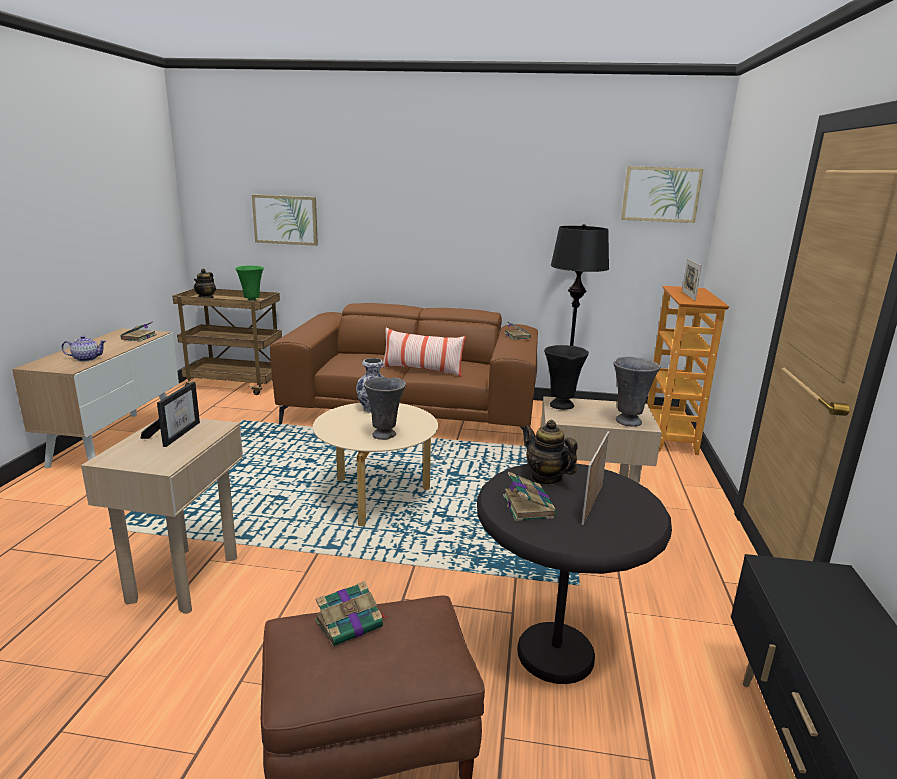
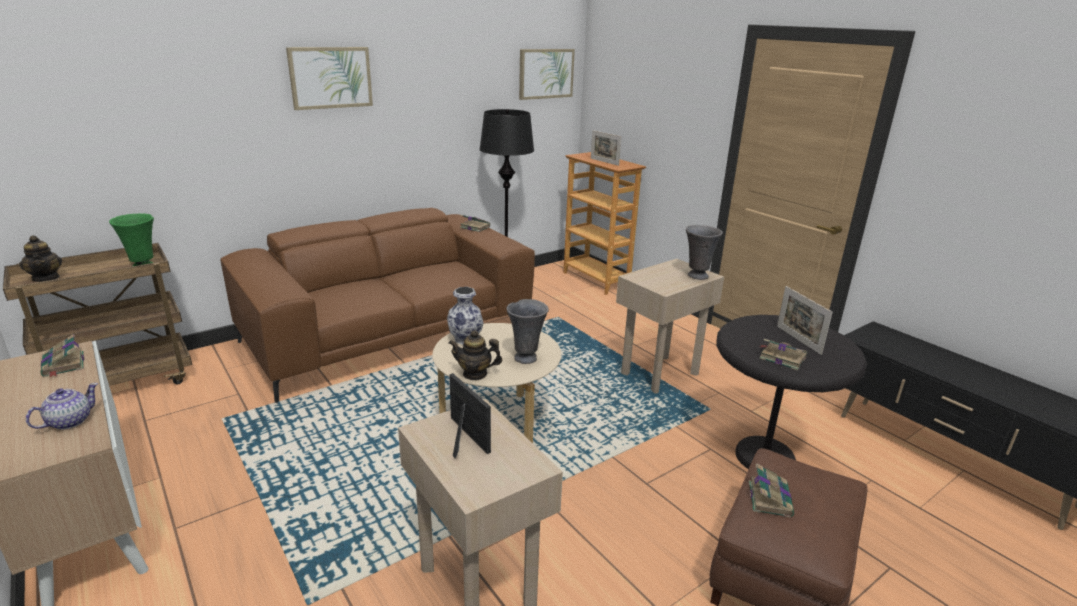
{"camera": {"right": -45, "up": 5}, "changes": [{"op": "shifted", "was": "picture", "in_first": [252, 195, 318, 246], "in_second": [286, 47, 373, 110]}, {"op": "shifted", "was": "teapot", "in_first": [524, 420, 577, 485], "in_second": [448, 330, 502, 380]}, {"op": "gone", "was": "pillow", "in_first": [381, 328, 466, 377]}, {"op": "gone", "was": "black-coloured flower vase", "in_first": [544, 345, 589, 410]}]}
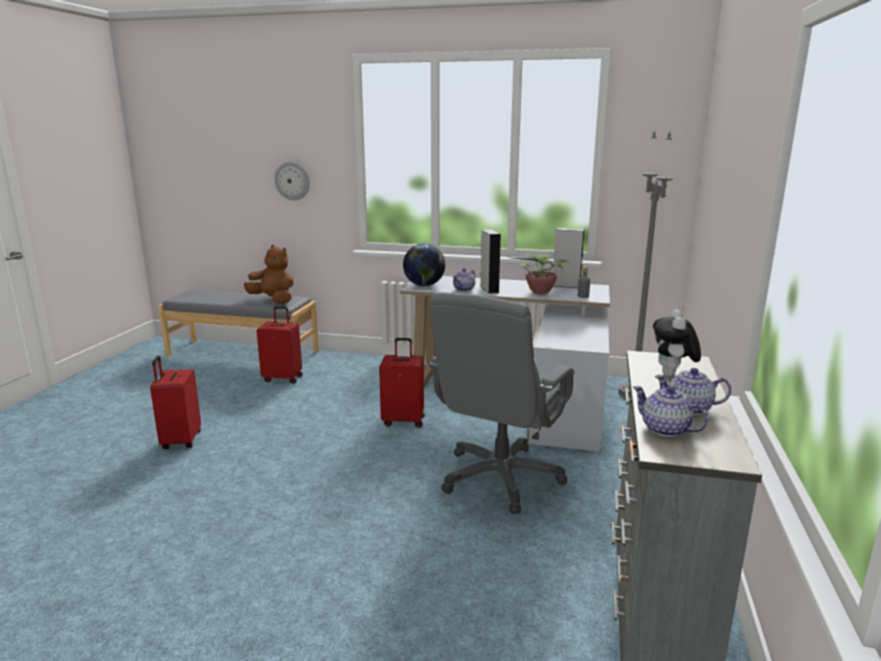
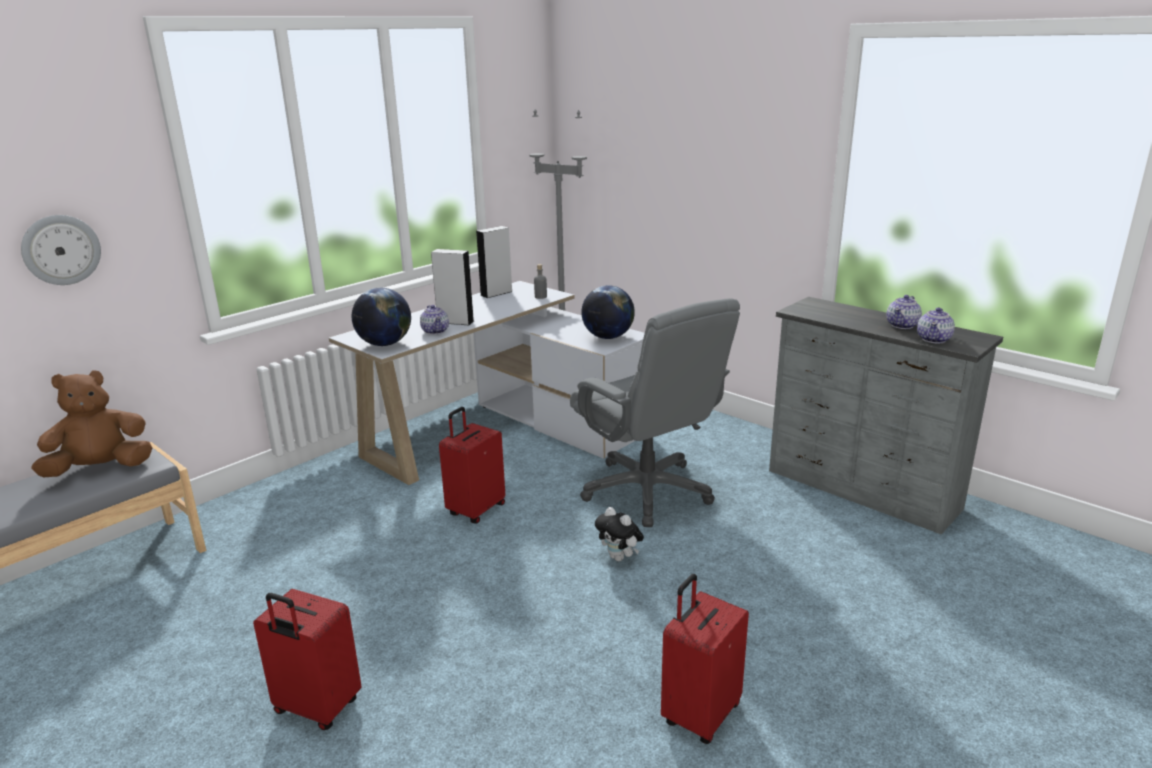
{"camera": {"right": -60, "up": 5}, "changes": [{"op": "new", "now": "globe", "in_second": [581, 285, 635, 339]}, {"op": "shifted", "was": "cuddly toy", "in_first": [653, 310, 701, 376], "in_second": [595, 507, 644, 562]}, {"op": "shifted", "was": "red piece of luggage", "in_first": [257, 306, 303, 384], "in_second": [661, 574, 749, 744]}, {"op": "rotated", "was": "teapot", "in_first": [633, 386, 708, 437], "in_second": [917, 307, 955, 343], "clockwise": -45}, {"op": "gone", "was": "potted plant", "in_first": [513, 254, 569, 294]}]}
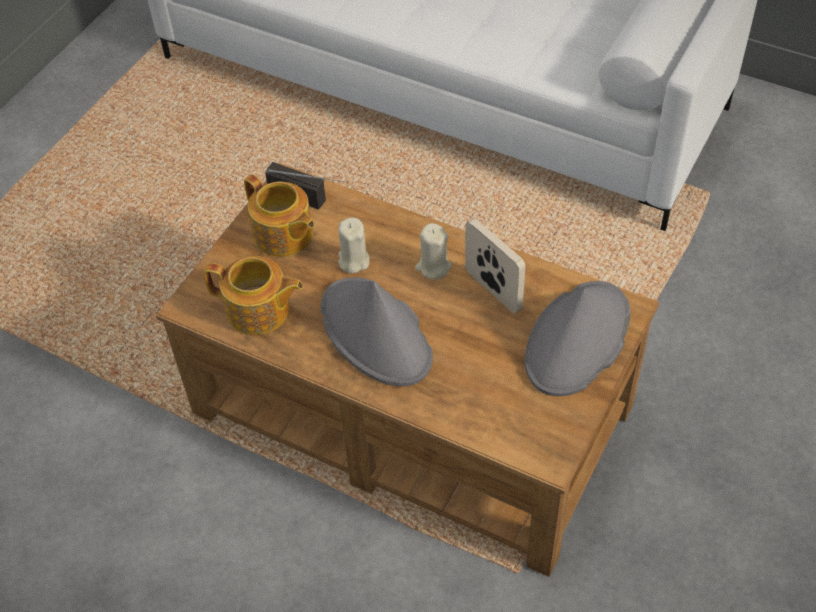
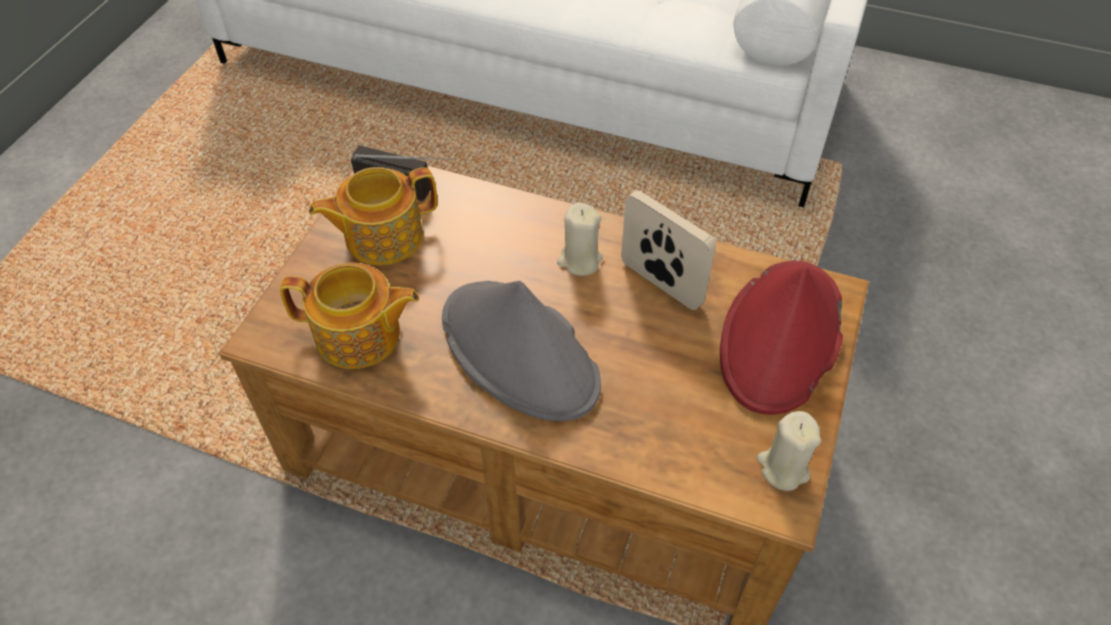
{"camera": {"right": -10, "up": 0}, "changes": [{"op": "rotated", "was": "teapot", "in_first": [244, 174, 315, 257], "in_second": [309, 167, 438, 265], "clockwise": 120}, {"op": "repainted", "was": "grey clothing hat", "now": "red clothing hat", "in_first": [525, 281, 631, 396], "in_second": [720, 260, 843, 415]}, {"op": "shifted", "was": "beige candle", "in_first": [338, 218, 369, 273], "in_second": [757, 411, 821, 491]}]}
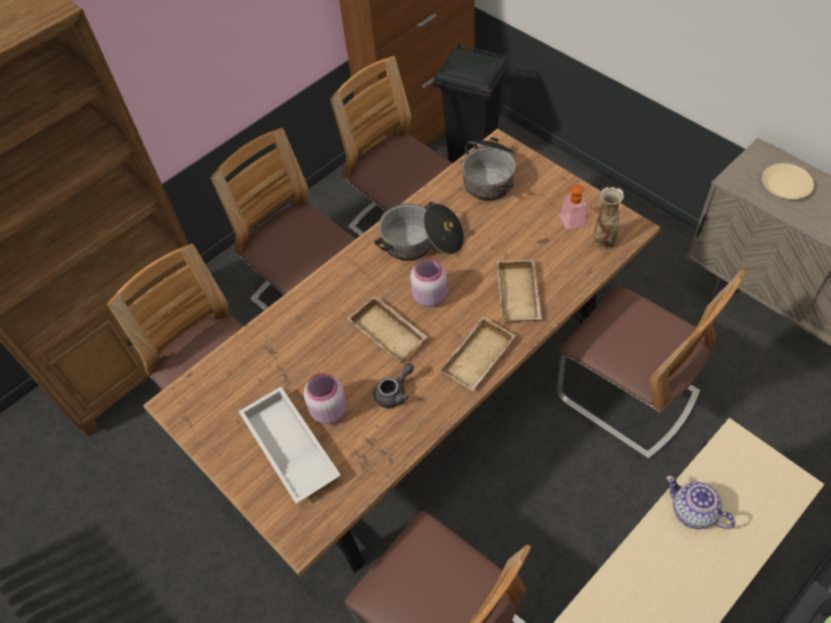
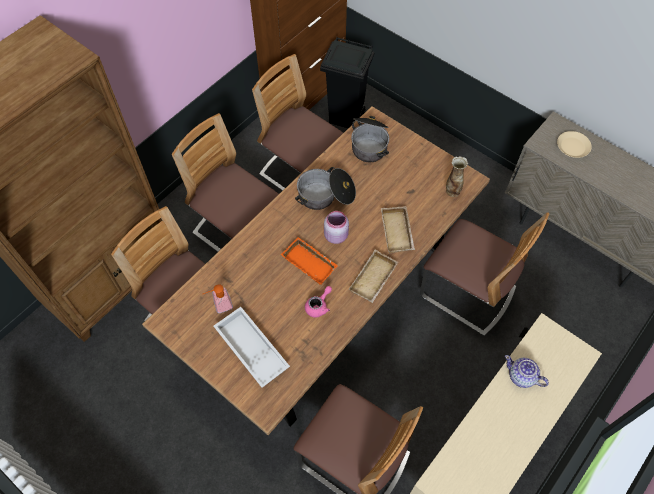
{"camera": {"right": -10, "up": 5}, "changes": [{"op": "shifted", "was": "soap bottle", "in_first": [557, 185, 586, 230], "in_second": [203, 284, 233, 313]}, {"op": "repainted", "was": "beige serving tray", "now": "orangey serving tray", "in_first": [348, 295, 428, 363], "in_second": [281, 237, 338, 285]}, {"op": "repainted", "was": "grey teapot", "now": "pinkish teapot", "in_first": [373, 363, 414, 408], "in_second": [305, 286, 332, 317]}, {"op": "gone", "was": "pinkish preserve jar", "in_first": [304, 373, 347, 424]}]}
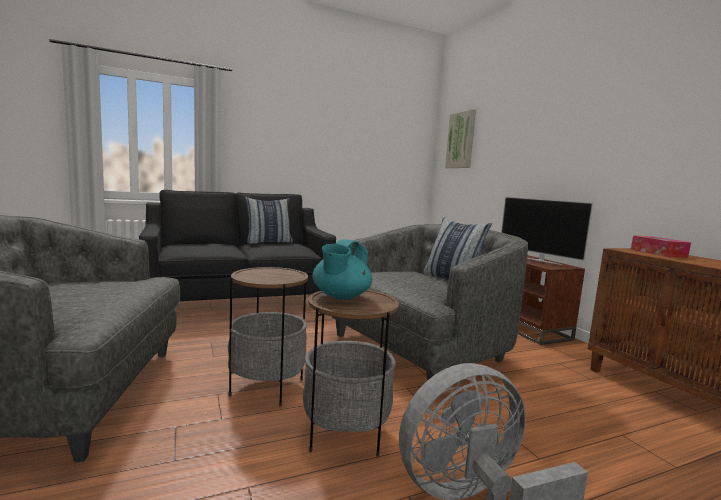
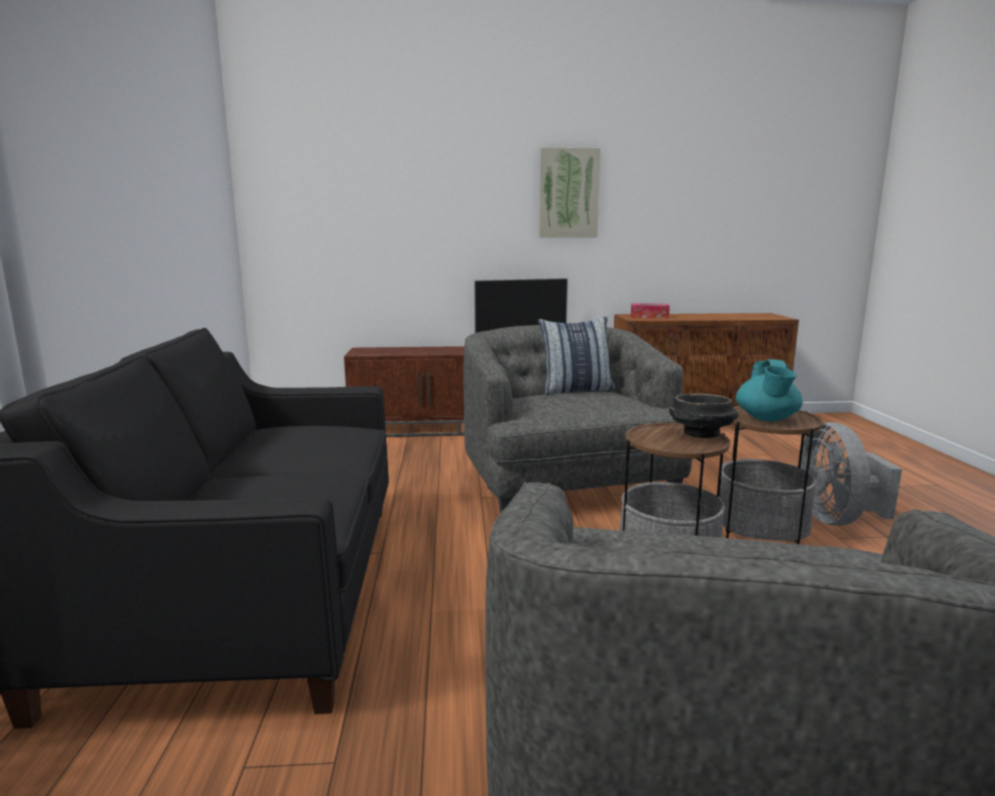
{"camera": {"right": -70, "up": 5}, "changes": [{"op": "shifted", "was": "picture", "in_first": [445, 109, 476, 168], "in_second": [539, 147, 601, 238]}, {"op": "new", "now": "black-coloured bowl", "in_second": [669, 393, 738, 438]}, {"op": "rotated", "was": "turquoise-coloured teapot", "in_first": [312, 239, 372, 300], "in_second": [736, 359, 803, 421], "clockwise": 60}, {"op": "gone", "was": "pillow", "in_first": [244, 197, 293, 244]}]}
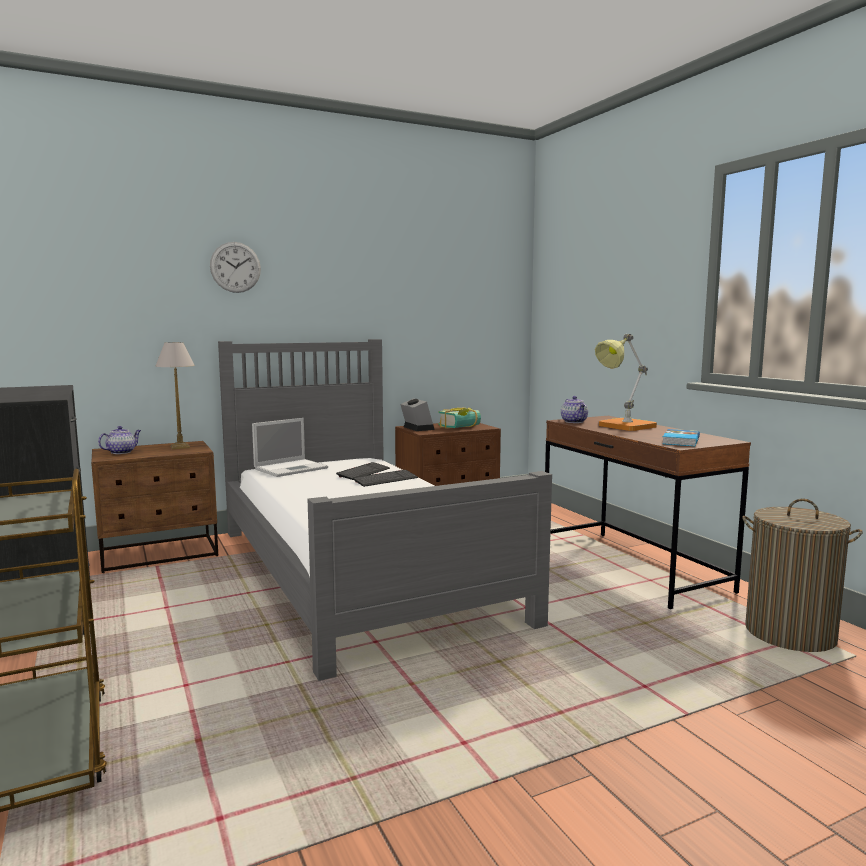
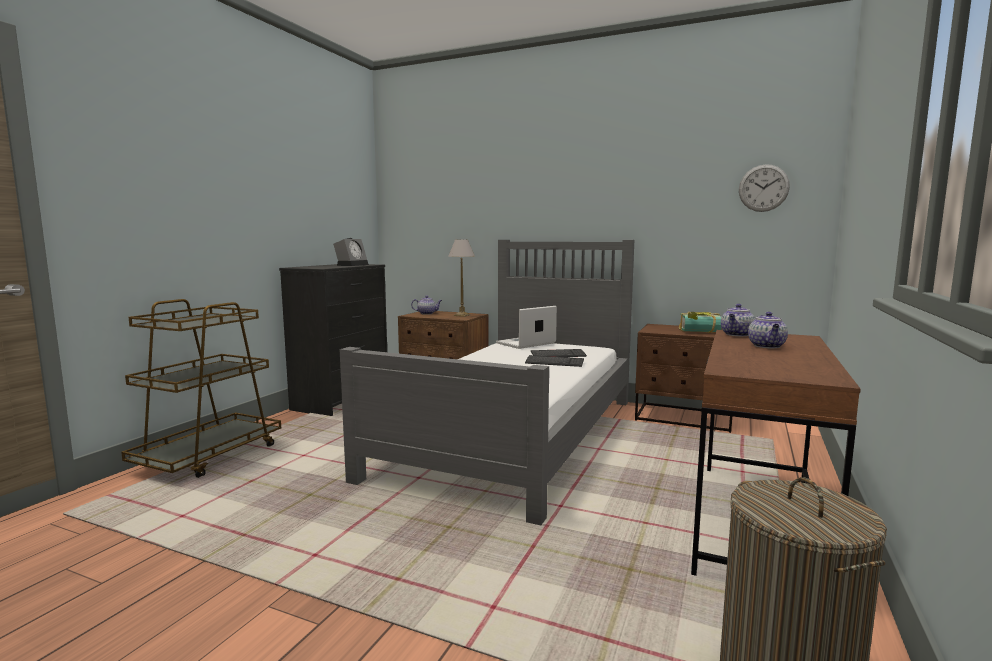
{"camera": {"right": 50, "up": 0}, "changes": [{"op": "shifted", "was": "table clock", "in_first": [400, 398, 435, 431], "in_second": [333, 238, 369, 266]}, {"op": "rotated", "was": "notebook computer", "in_first": [252, 418, 328, 477], "in_second": [496, 306, 557, 349], "clockwise": 135}, {"op": "shifted", "was": "wall clock", "in_first": [210, 242, 261, 293], "in_second": [739, 164, 790, 212]}, {"op": "swapped", "was": "lamp for a table", "now": "teapot", "in_first": [595, 334, 657, 431], "in_second": [748, 312, 788, 348]}, {"op": "gone", "was": "book", "in_first": [662, 429, 700, 446]}]}
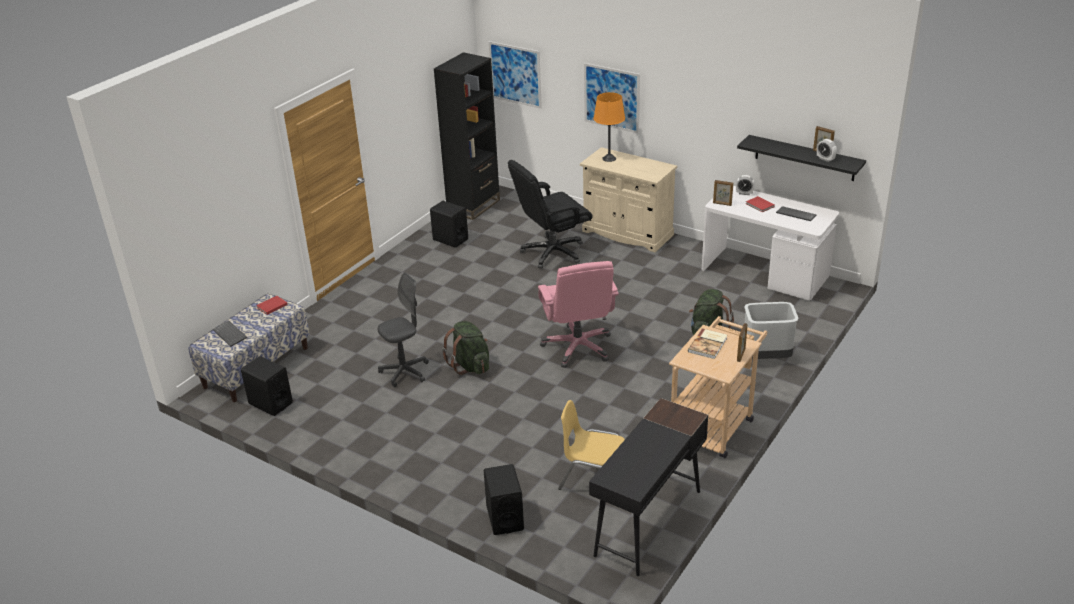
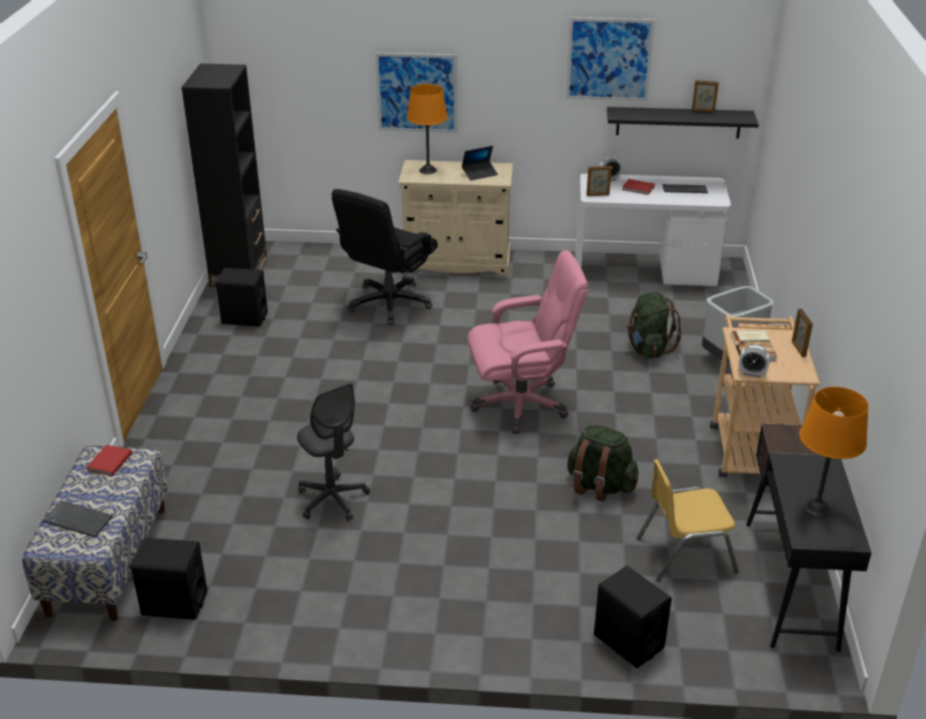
{"camera": {"right": -30, "up": 0}, "changes": [{"op": "rotated", "was": "grey desk chair", "in_first": [378, 272, 429, 387], "in_second": [297, 383, 370, 521], "clockwise": 120}, {"op": "new", "now": "notebook computer", "in_second": [462, 146, 498, 181]}, {"op": "rotated", "was": "pinkish desk chair", "in_first": [538, 261, 619, 368], "in_second": [467, 250, 588, 434], "clockwise": -60}, {"op": "shifted", "was": "picture", "in_first": [489, 41, 542, 109], "in_second": [566, 17, 655, 101]}, {"op": "shifted", "was": "greenish backpack", "in_first": [442, 321, 489, 375], "in_second": [567, 425, 638, 502]}, {"op": "shifted", "was": "table clock", "in_first": [817, 139, 837, 162], "in_second": [739, 345, 770, 378]}, {"op": "new", "now": "orangey lamp for a table", "in_second": [800, 387, 869, 517]}]}
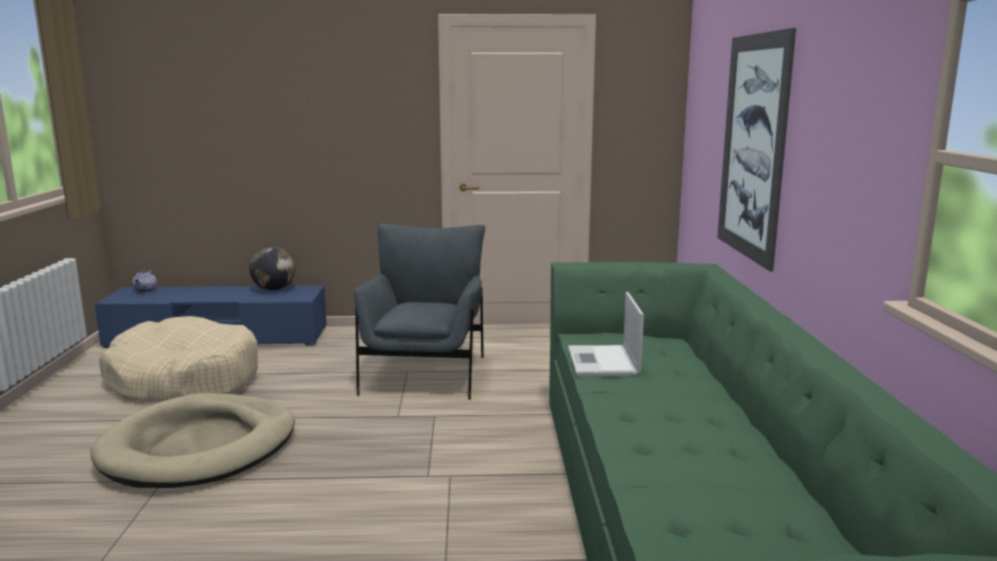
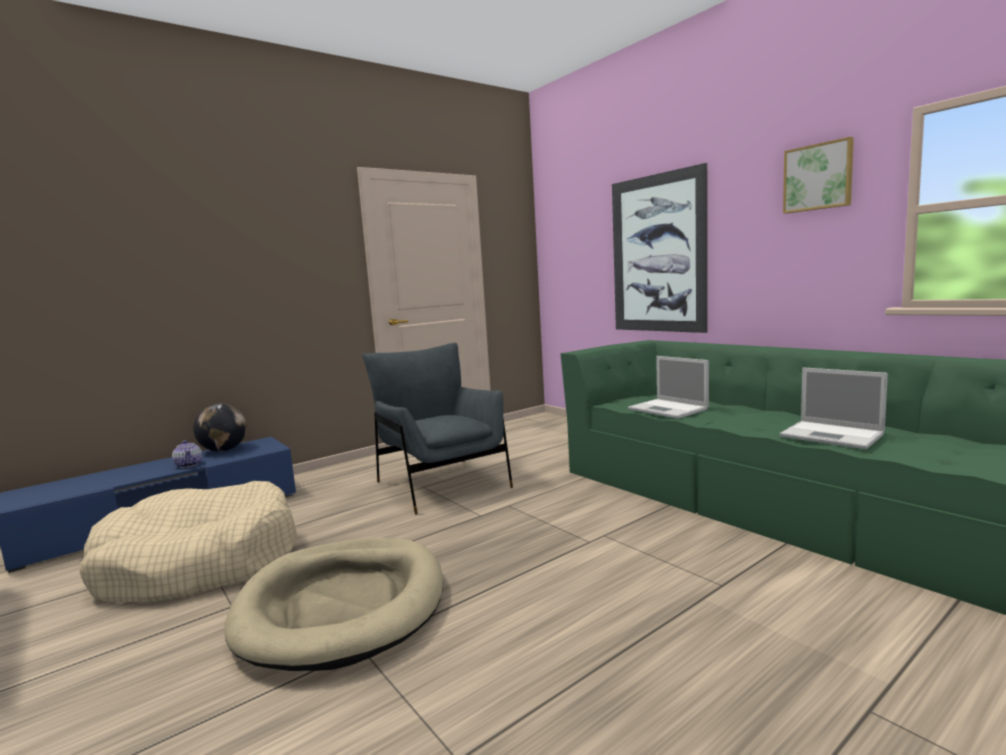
{"camera": {"right": -35, "up": -5}, "changes": [{"op": "shifted", "was": "teapot", "in_first": [132, 270, 157, 293], "in_second": [172, 440, 202, 468]}, {"op": "new", "now": "notebook computer", "in_second": [780, 367, 888, 449]}, {"op": "new", "now": "picture", "in_second": [783, 137, 854, 214]}]}
